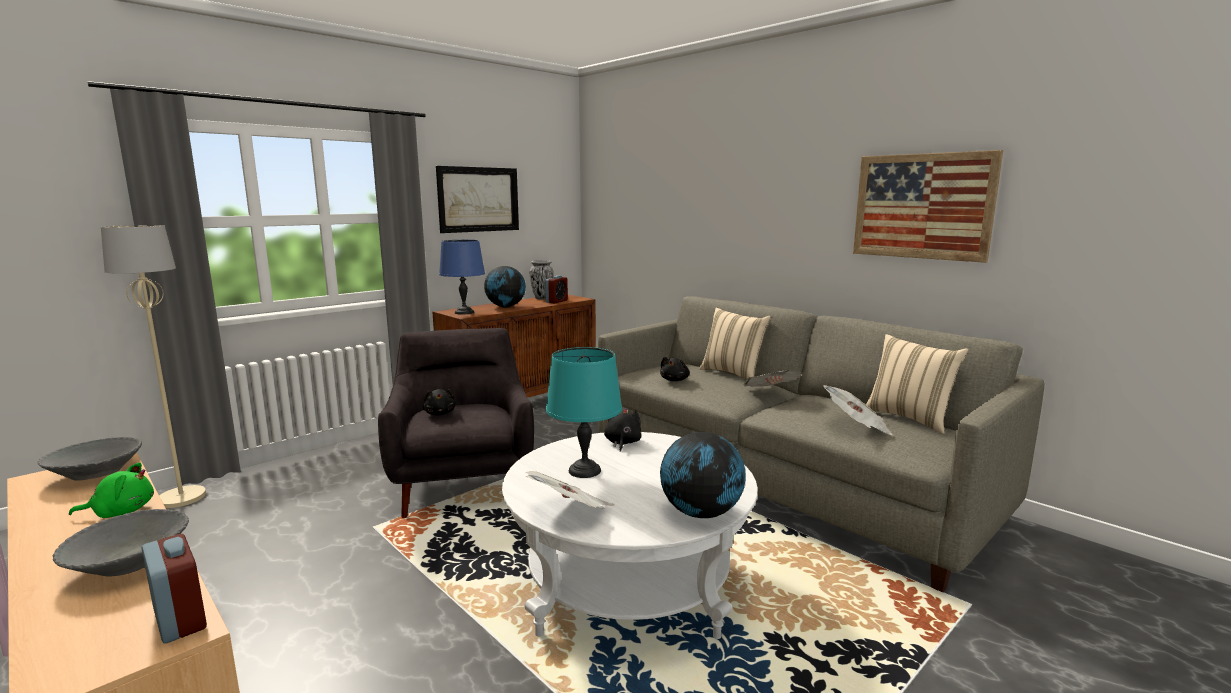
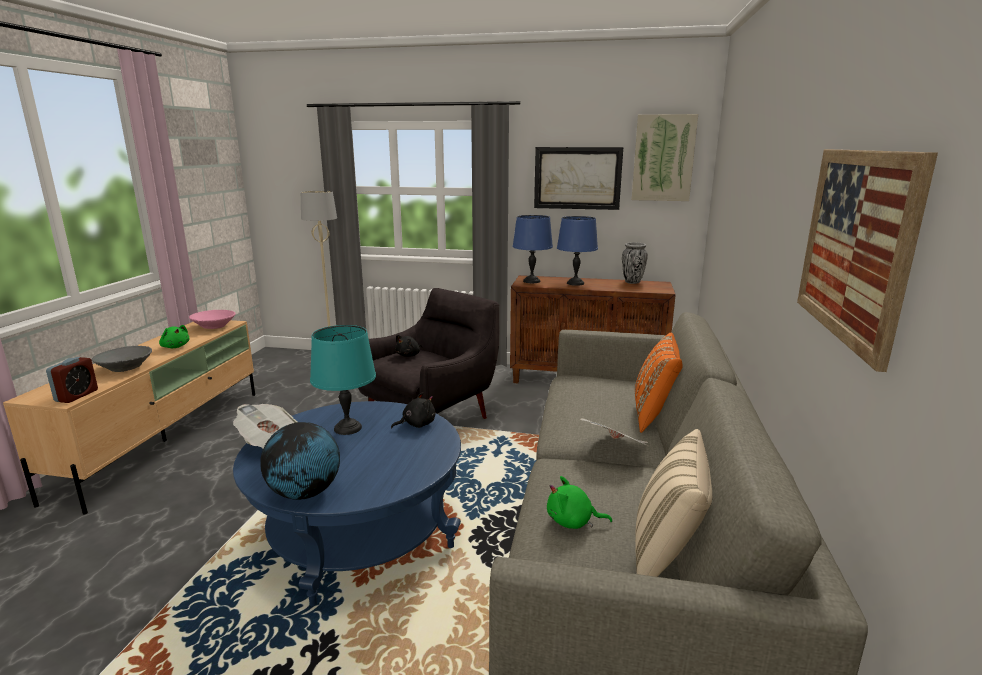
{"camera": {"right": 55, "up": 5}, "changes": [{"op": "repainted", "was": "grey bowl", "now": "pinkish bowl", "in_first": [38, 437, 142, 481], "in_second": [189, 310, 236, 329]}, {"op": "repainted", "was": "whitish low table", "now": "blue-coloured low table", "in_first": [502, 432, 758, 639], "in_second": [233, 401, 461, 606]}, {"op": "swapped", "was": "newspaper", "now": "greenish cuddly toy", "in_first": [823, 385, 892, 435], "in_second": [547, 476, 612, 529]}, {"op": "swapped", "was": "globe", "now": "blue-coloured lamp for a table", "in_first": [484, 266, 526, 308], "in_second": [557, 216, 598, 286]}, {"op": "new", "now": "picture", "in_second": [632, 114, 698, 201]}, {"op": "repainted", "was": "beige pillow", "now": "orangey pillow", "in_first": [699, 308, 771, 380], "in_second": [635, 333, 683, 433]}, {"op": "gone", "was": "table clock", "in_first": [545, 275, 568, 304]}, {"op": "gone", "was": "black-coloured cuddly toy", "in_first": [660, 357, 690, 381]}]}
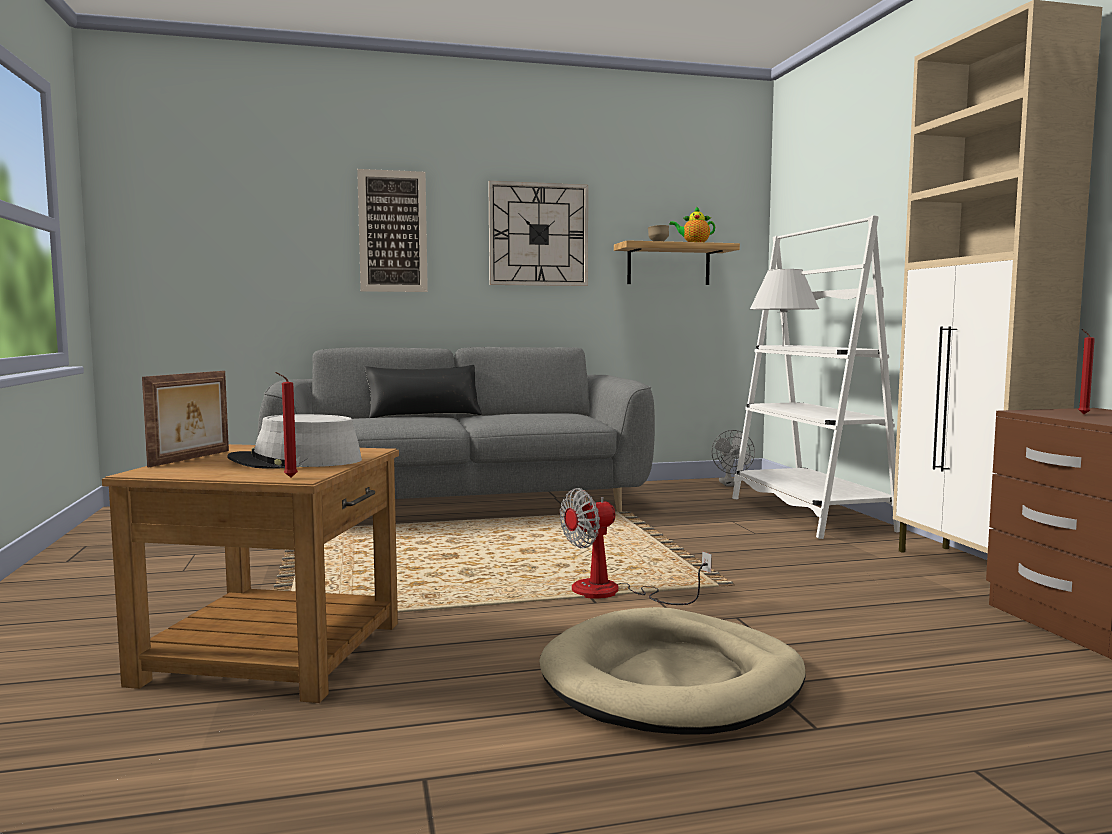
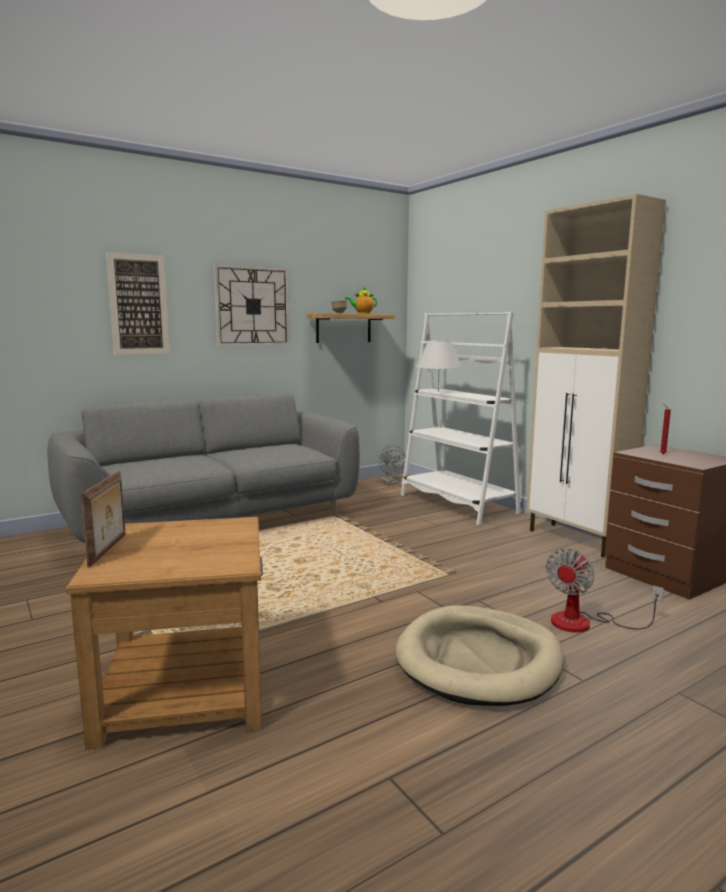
{"camera": {"right": -20, "up": 5}, "changes": [{"op": "shifted", "was": "electric fan", "in_first": [560, 488, 712, 605], "in_second": [546, 548, 664, 633]}, {"op": "gone", "was": "grey clothing hat", "in_first": [227, 414, 362, 469]}, {"op": "gone", "was": "red candle", "in_first": [275, 372, 298, 477]}, {"op": "gone", "was": "black-coloured pillow", "in_first": [364, 365, 482, 418]}]}
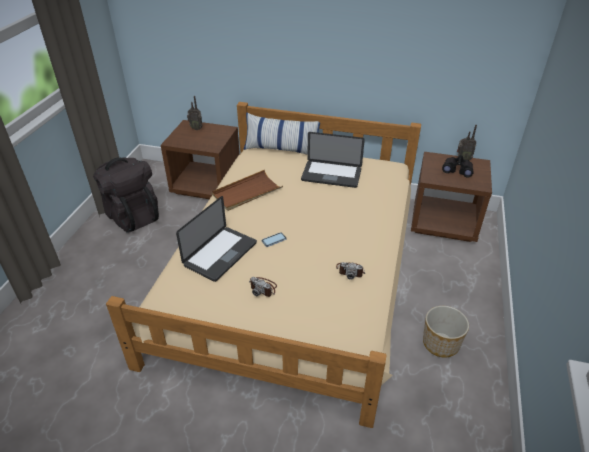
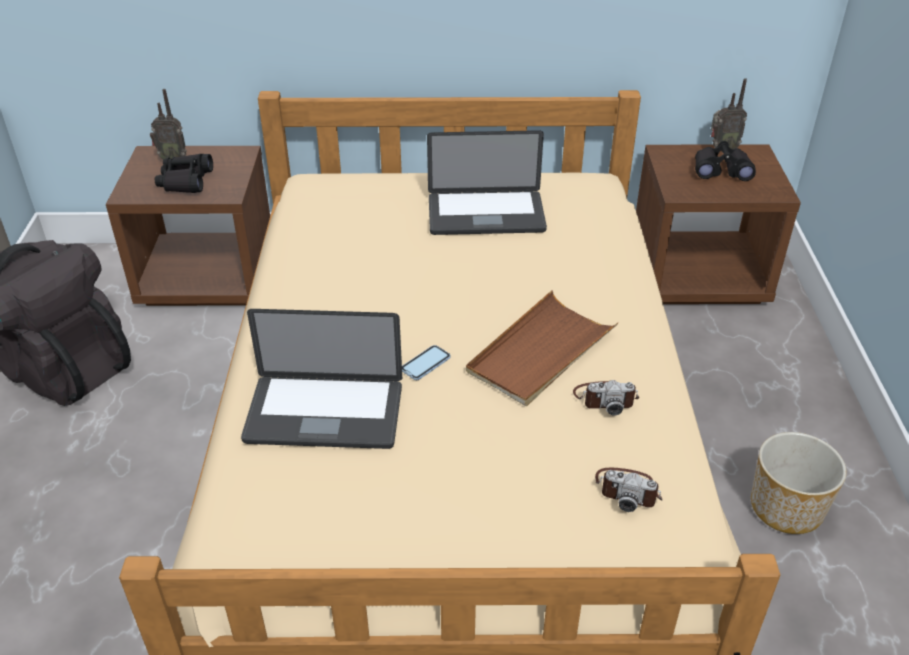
{"camera": {"right": -15, "up": 0}, "changes": [{"op": "new", "now": "black-coloured field glasses", "in_second": [155, 154, 213, 193]}, {"op": "rotated", "was": "notebook computer", "in_first": [176, 196, 257, 282], "in_second": [241, 309, 402, 449], "clockwise": 75}, {"op": "shifted", "was": "brown serving tray", "in_first": [212, 170, 283, 211], "in_second": [466, 290, 618, 406]}, {"op": "shifted", "was": "still camera", "in_first": [249, 277, 277, 297], "in_second": [595, 468, 662, 512]}, {"op": "gone", "was": "pillow", "in_first": [243, 112, 320, 154]}]}
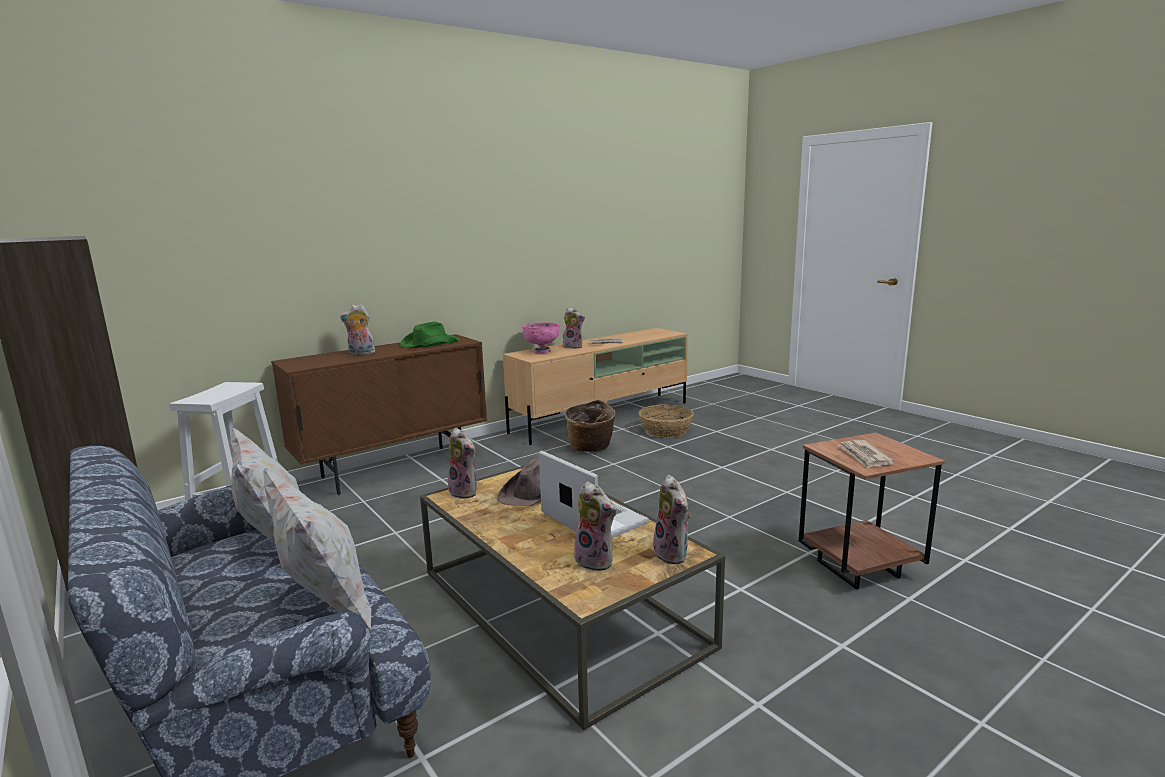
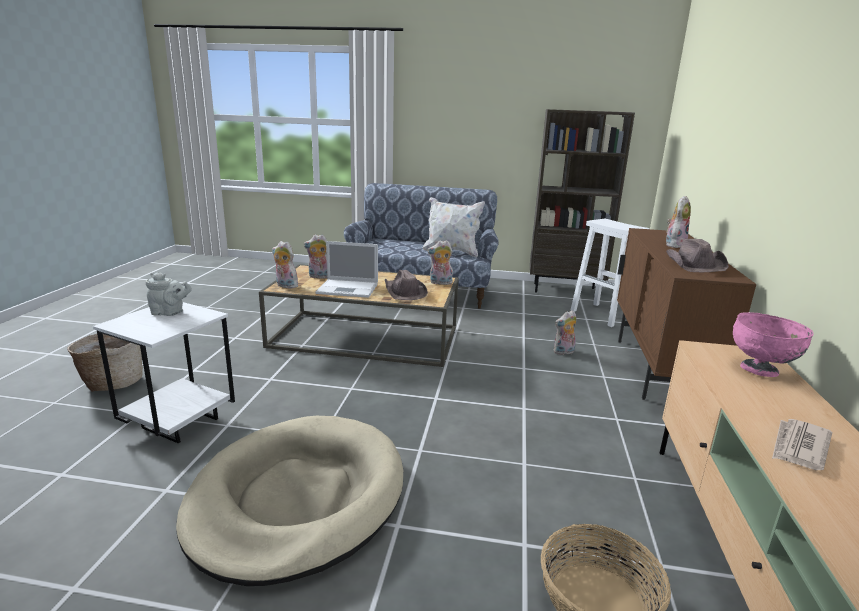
{"camera": {"right": 135, "up": 5}, "changes": [{"op": "shifted", "was": "basket", "in_first": [565, 400, 616, 452], "in_second": [67, 334, 143, 392]}, {"op": "repainted", "was": "brown end table", "now": "whitish end table", "in_first": [799, 433, 945, 590], "in_second": [93, 302, 235, 443]}, {"op": "swapped", "was": "newspaper", "now": "grey teapot", "in_first": [837, 440, 895, 468], "in_second": [145, 272, 192, 316]}, {"op": "new", "now": "beige dog bed", "in_second": [176, 416, 403, 586]}, {"op": "shifted", "was": "cuddly toy", "in_first": [563, 307, 585, 349], "in_second": [554, 310, 577, 355]}, {"op": "repainted", "was": "greenish clothing hat", "now": "brown clothing hat", "in_first": [400, 321, 460, 348], "in_second": [666, 239, 729, 272]}, {"op": "gone", "was": "whitish pillow", "in_first": [263, 469, 372, 632]}]}
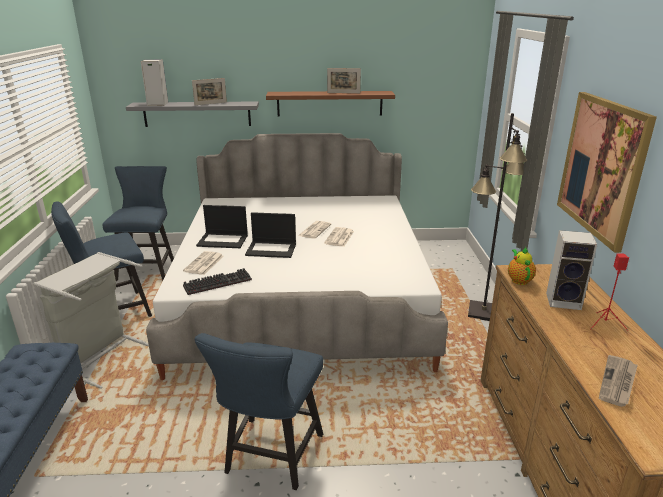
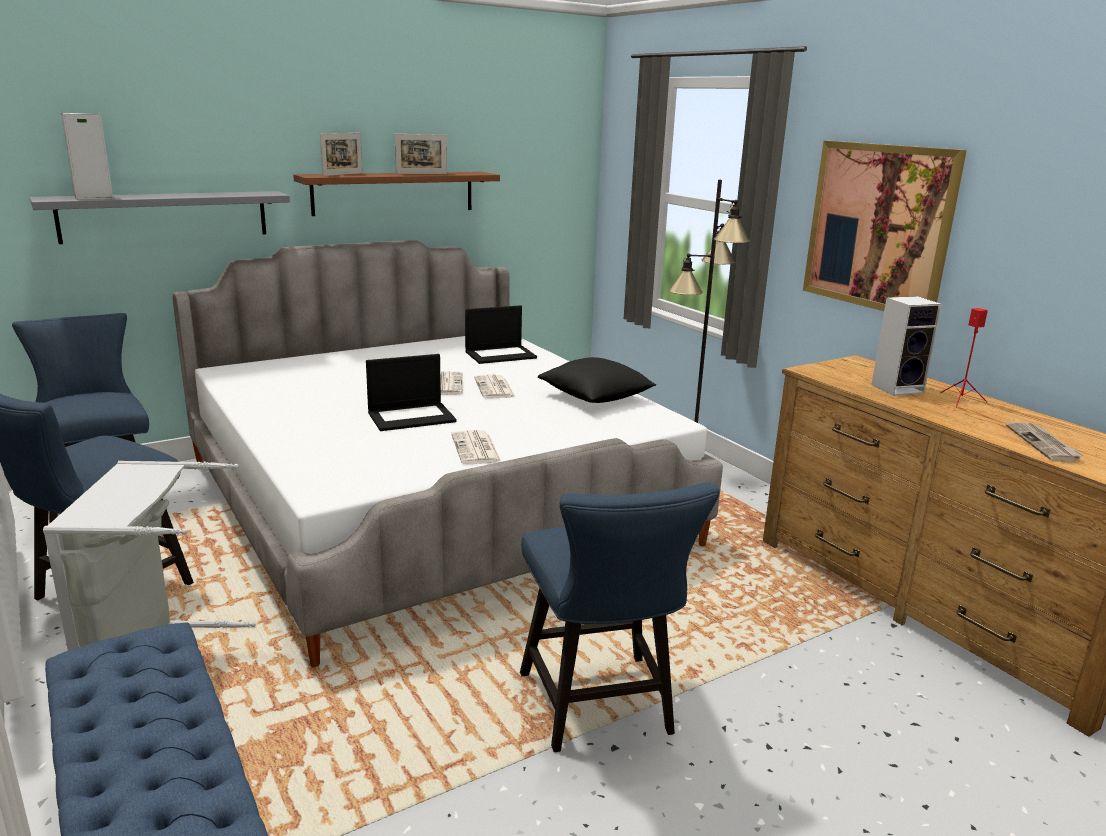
{"camera": {"right": -30, "up": -5}, "changes": [{"op": "shifted", "was": "photo frame", "in_first": [192, 78, 227, 105], "in_second": [320, 133, 362, 176]}, {"op": "shifted", "was": "newspaper", "in_first": [183, 251, 223, 275], "in_second": [451, 430, 501, 464]}, {"op": "shifted", "was": "notebook computer", "in_first": [196, 205, 248, 248], "in_second": [465, 305, 537, 364]}, {"op": "new", "now": "black-coloured pillow", "in_second": [538, 357, 656, 403]}, {"op": "gone", "was": "computer keyboard", "in_first": [183, 268, 252, 295]}, {"op": "gone", "was": "teapot", "in_first": [508, 247, 536, 285]}]}
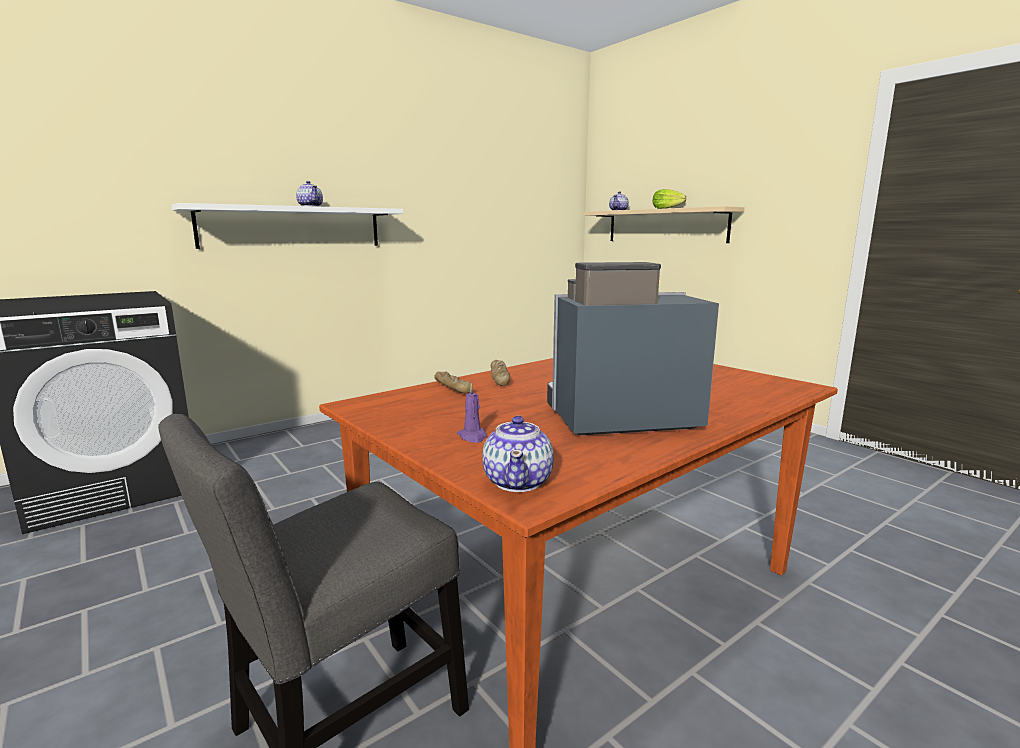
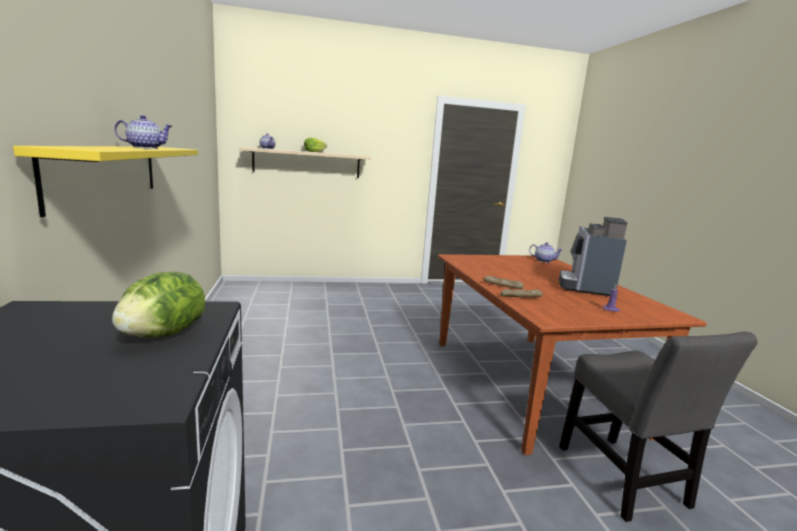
{"camera": {"right": -65, "up": 0}, "changes": [{"op": "repainted", "was": "whitish wall shelf", "now": "yellow wall shelf", "in_first": [172, 203, 404, 249], "in_second": [13, 146, 198, 217]}, {"op": "new", "now": "lettuce head", "in_second": [112, 272, 205, 338]}, {"op": "shifted", "was": "teapot", "in_first": [483, 415, 554, 492], "in_second": [529, 242, 563, 263]}]}
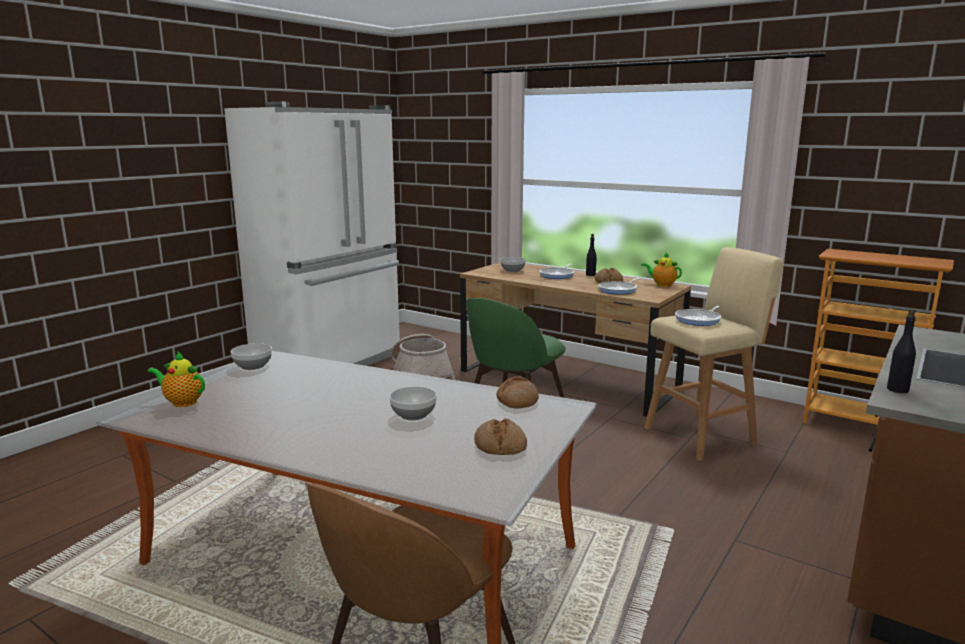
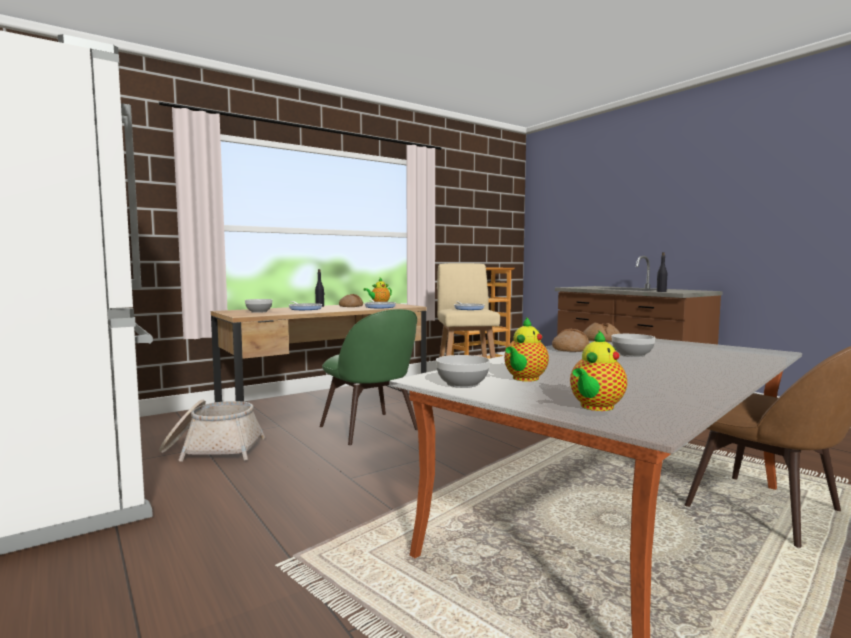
{"camera": {"right": -70, "up": -10}, "changes": [{"op": "new", "now": "teapot", "in_second": [504, 317, 549, 381]}, {"op": "shifted", "was": "baked bread", "in_first": [474, 418, 527, 455], "in_second": [552, 329, 589, 352]}]}
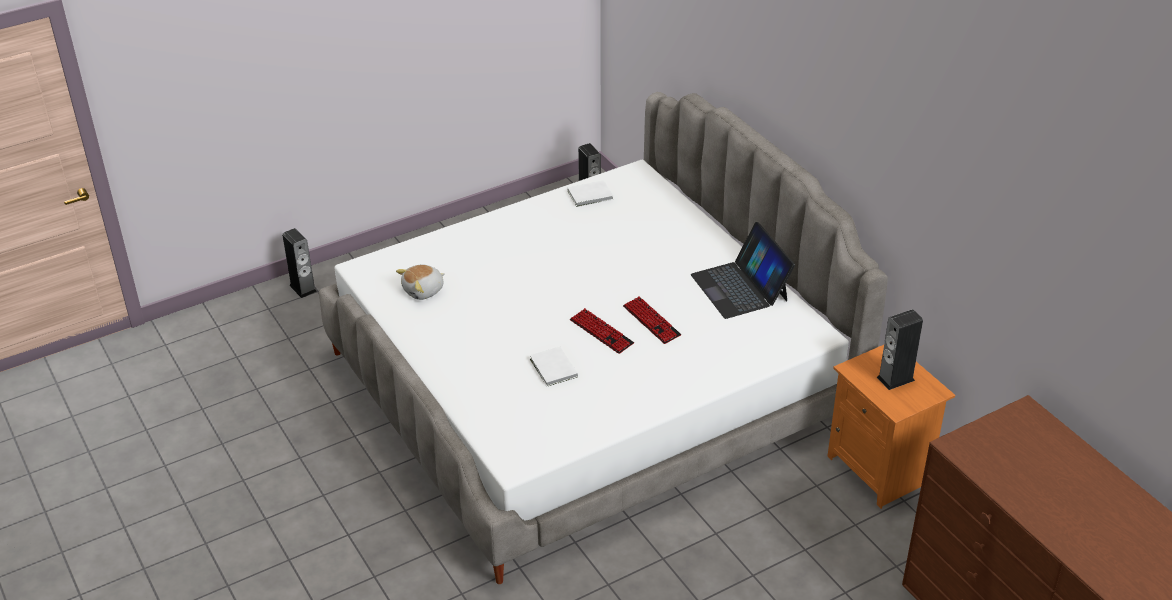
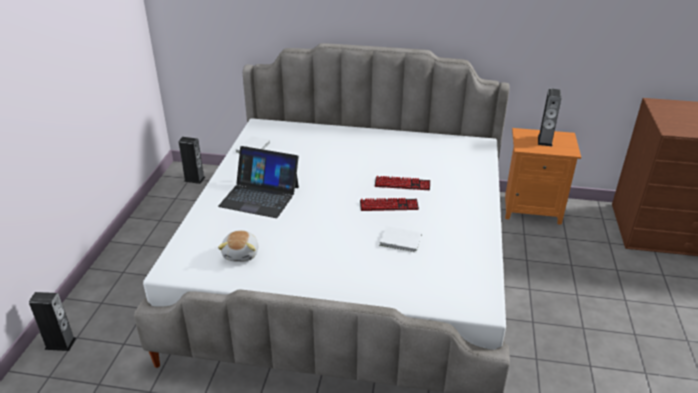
{"camera": {"right": -50, "up": -5}, "changes": [{"op": "shifted", "was": "notebook computer", "in_first": [691, 222, 795, 319], "in_second": [218, 146, 299, 218]}]}
